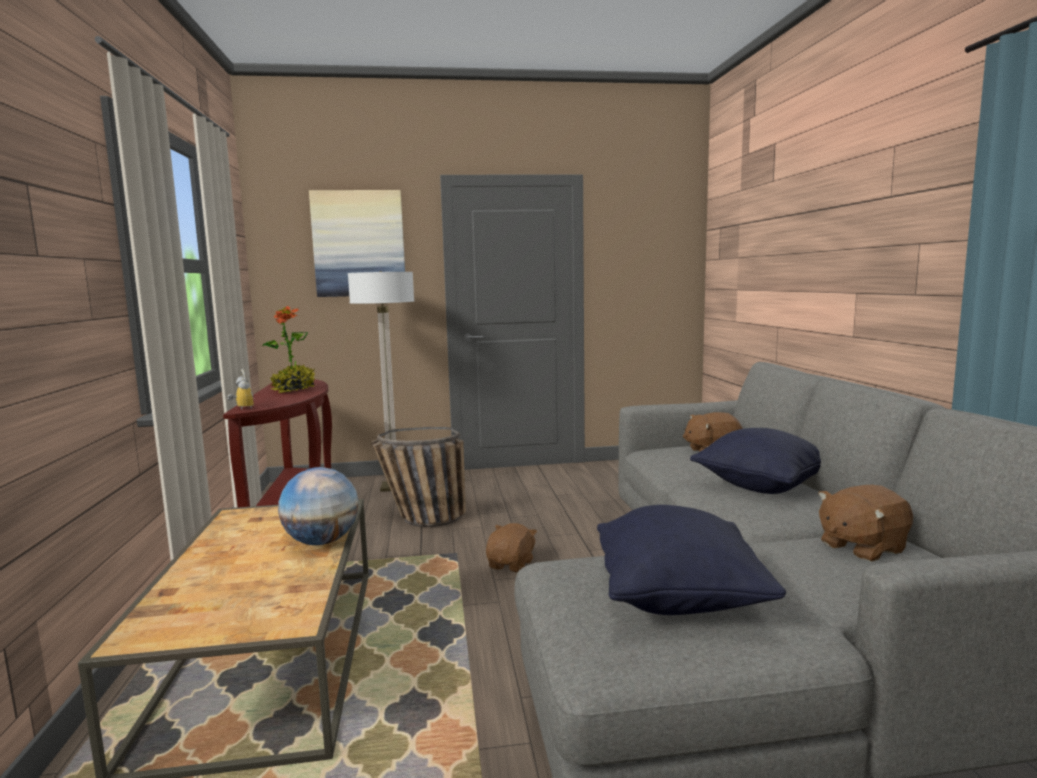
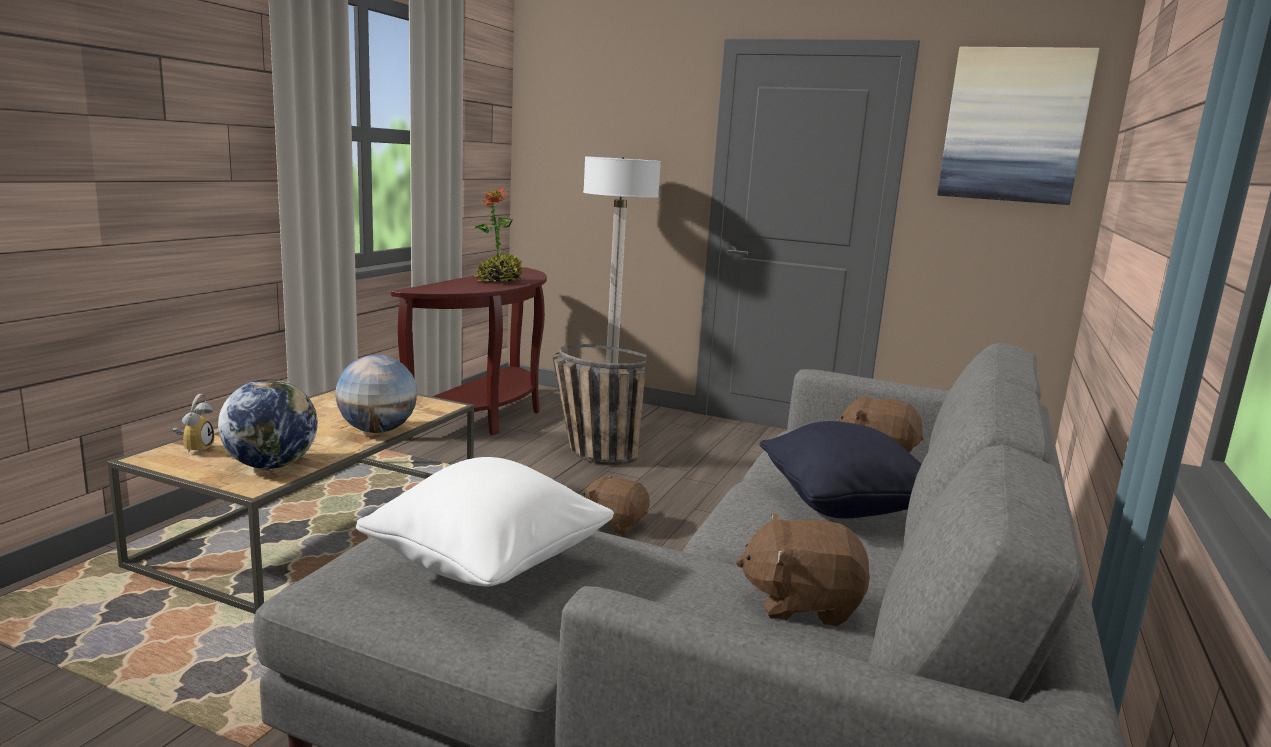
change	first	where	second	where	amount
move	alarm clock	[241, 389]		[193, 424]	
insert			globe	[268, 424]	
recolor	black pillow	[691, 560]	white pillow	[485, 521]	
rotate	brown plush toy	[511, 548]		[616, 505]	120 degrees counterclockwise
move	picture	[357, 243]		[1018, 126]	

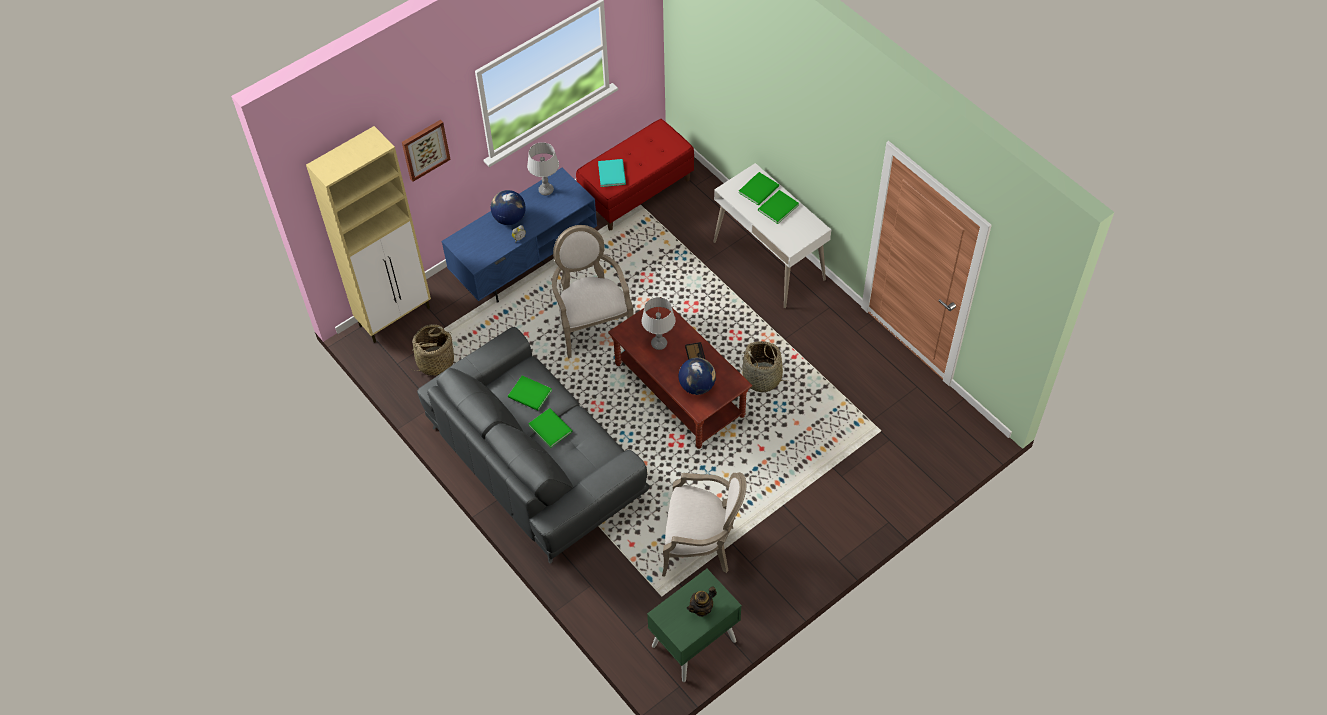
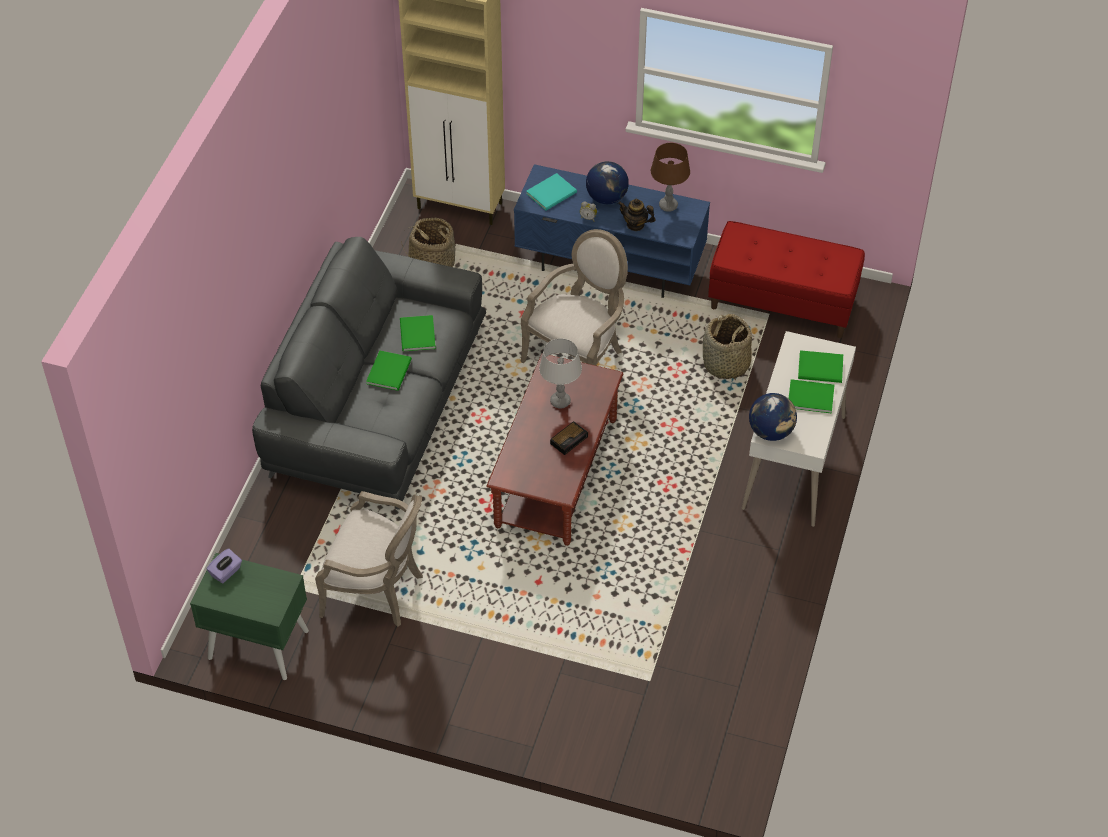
change	first	where	second	where	amount
insert			purple tissue box	[224, 565]	
rotate	armchair	[704, 524]		[369, 559]	45 degrees counterclockwise
move	turquoise book	[612, 173]		[551, 191]	
move	teapot	[702, 601]		[636, 214]	
recolor	grey table lamp	[543, 169]	brown table lamp	[670, 177]	
move	basket	[764, 366]		[727, 347]	
move	globe	[697, 376]		[773, 417]	
delete	picture	[426, 151]			

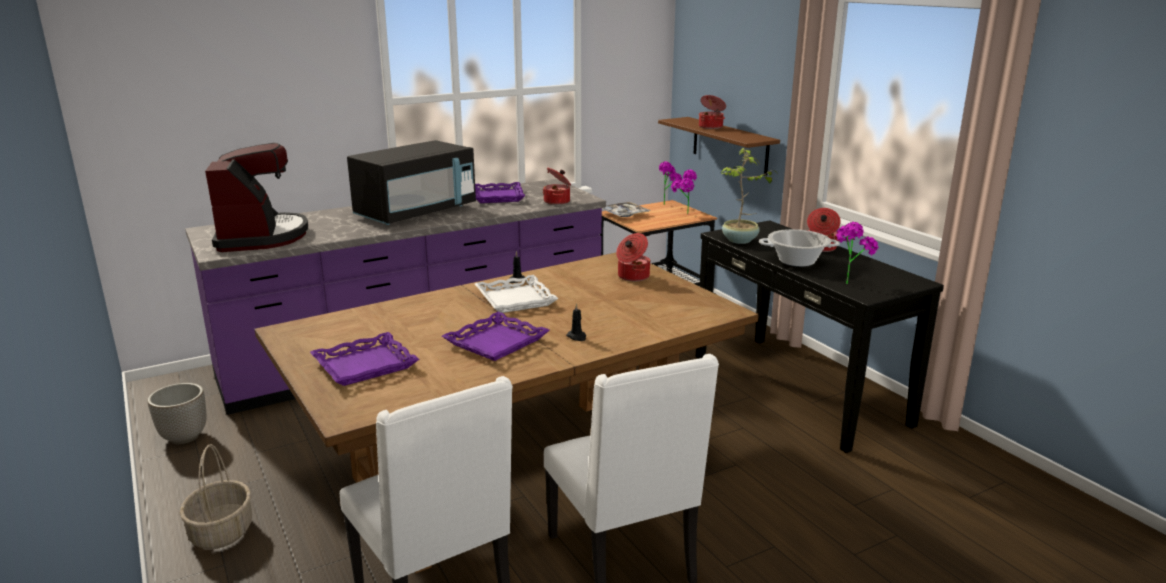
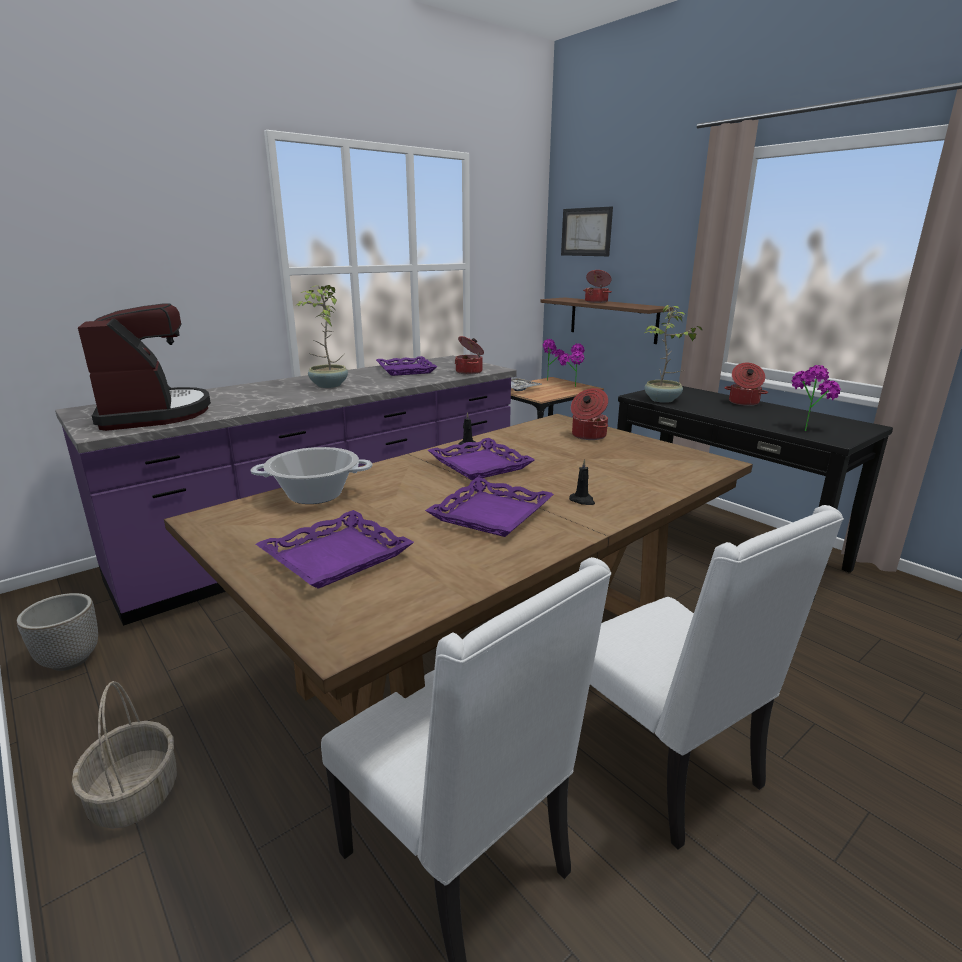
change	first	where	second	where	amount
move	cooking pot	[799, 248]		[312, 475]	
replace	black microwave	[411, 182]	potted plant	[322, 336]	
recolor	white tray	[516, 294]	purple tray	[481, 459]	
insert			picture	[587, 231]	

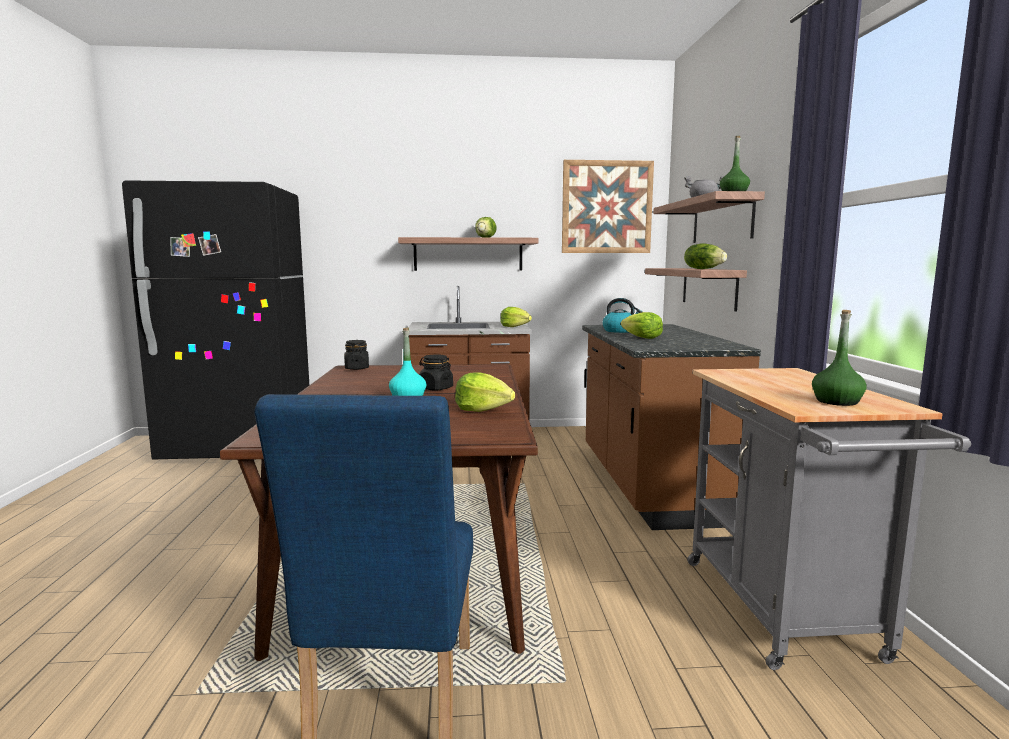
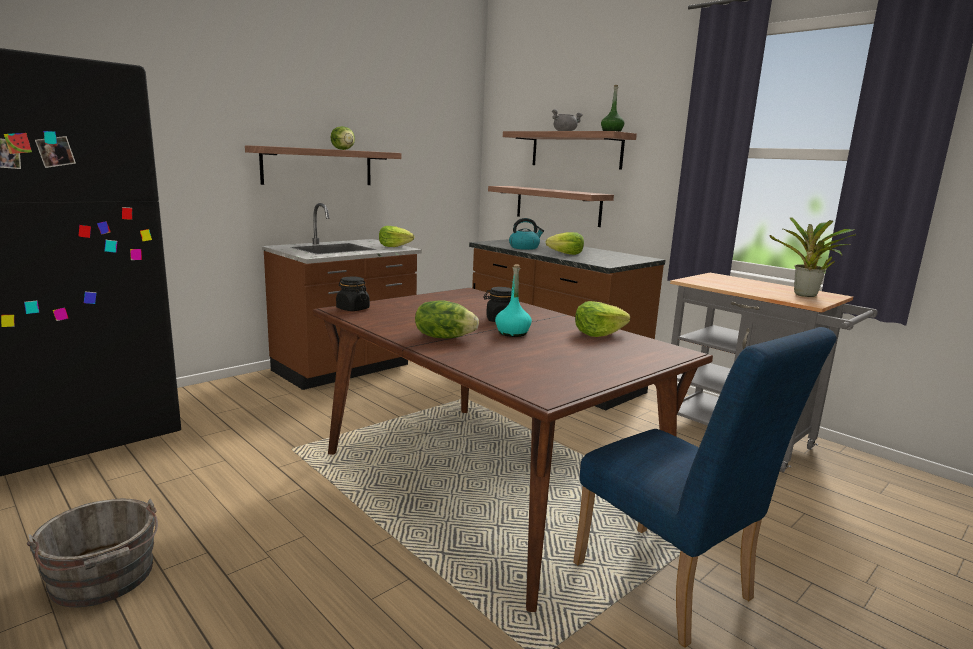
change	first	where	second	where	amount
insert			grey bucket	[92, 552]	
move	lettuce	[705, 256]		[447, 319]	
replace	green bottle	[839, 358]	potted plant	[812, 257]	
delete	picture	[608, 206]			

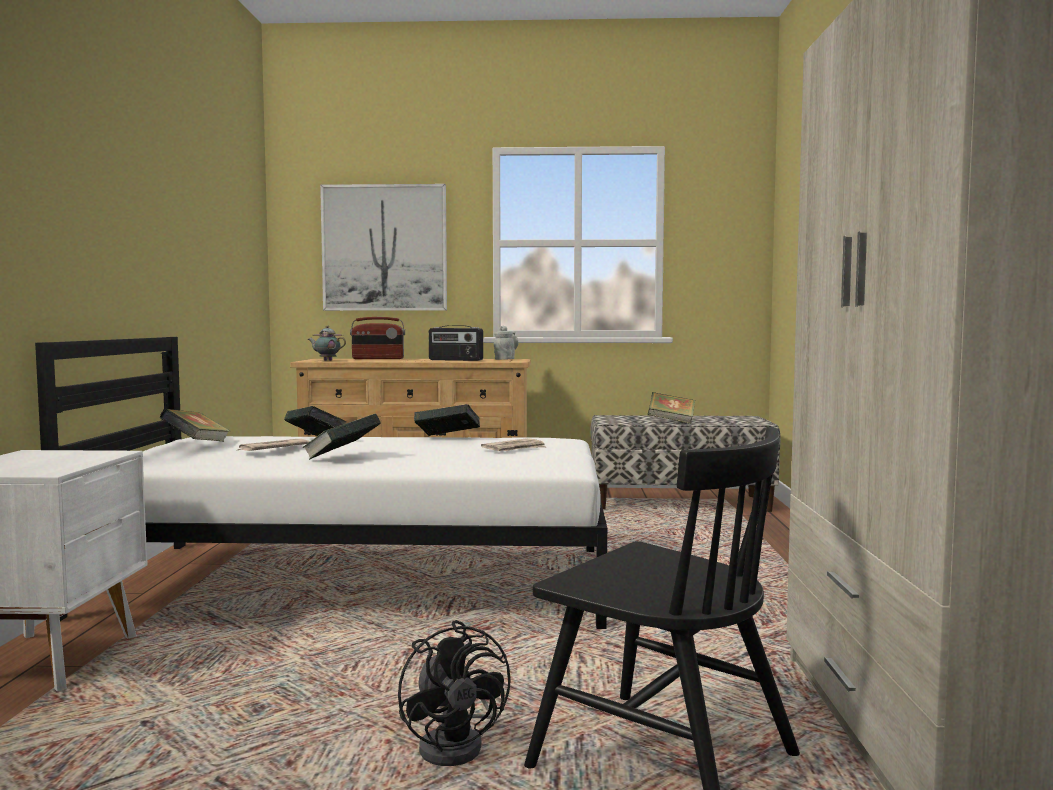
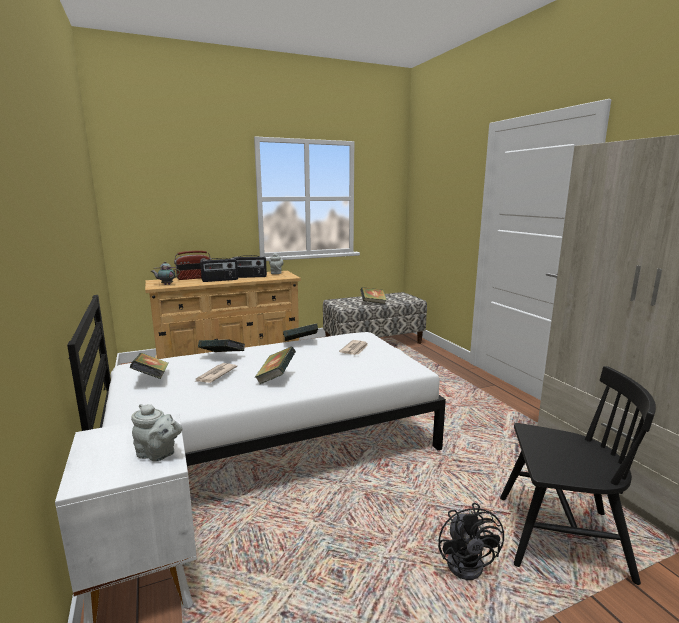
change	first	where	second	where	amount
insert			grey teapot	[157, 432]	
insert			radio	[219, 270]	
rotate	black fan	[454, 693]		[471, 541]	45 degrees clockwise
delete	picture	[383, 247]			

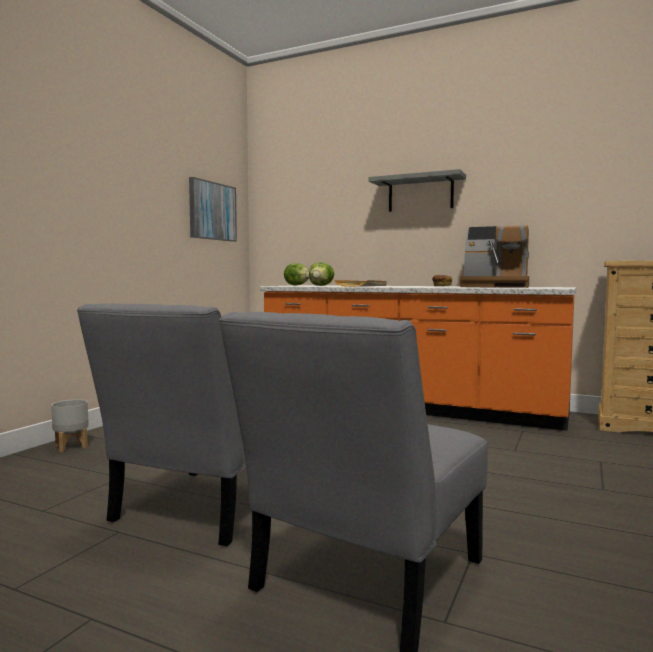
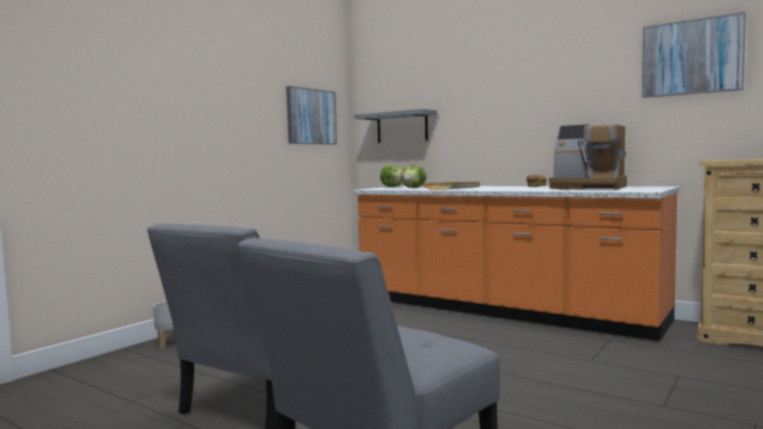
change	first	where	second	where	amount
move	grey shelf	[417, 190]		[395, 126]	
insert			picture	[694, 55]	

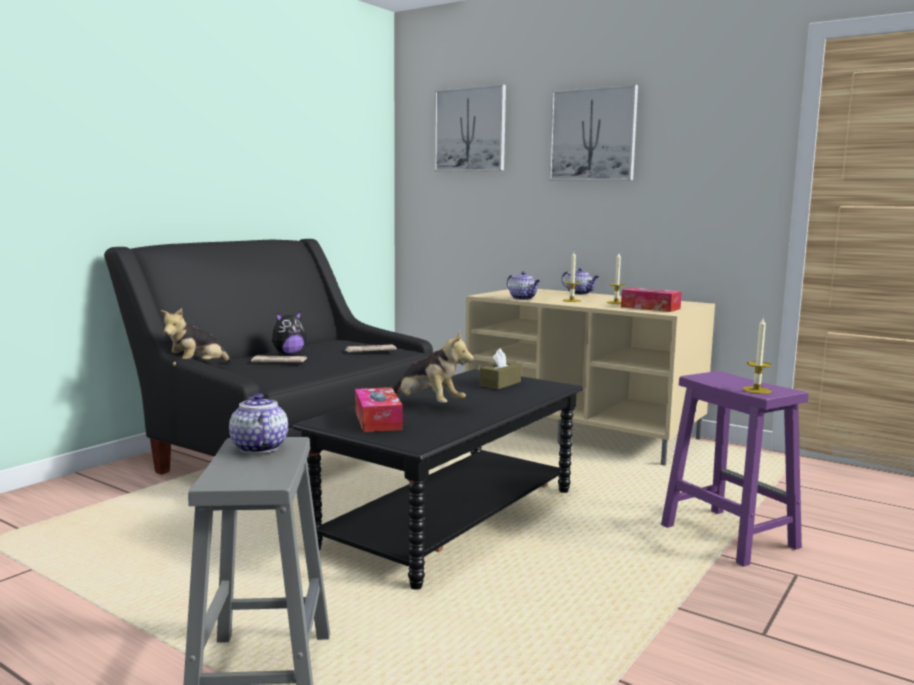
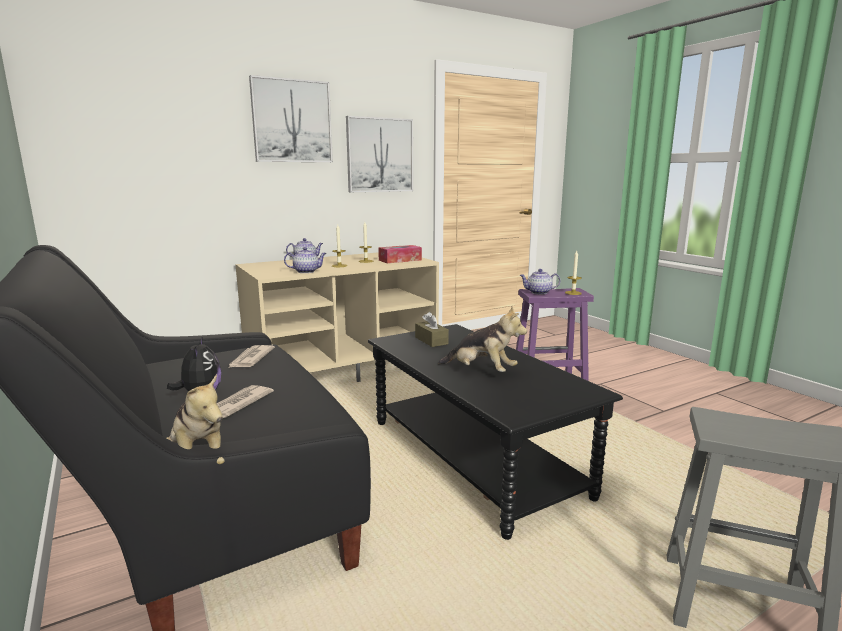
change	first	where	second	where	amount
move	picture	[470, 128]		[379, 154]	
rotate	plush toy	[433, 366]		[482, 339]	60 degrees clockwise
move	teapot	[258, 423]		[540, 281]	
delete	tissue box	[379, 409]			

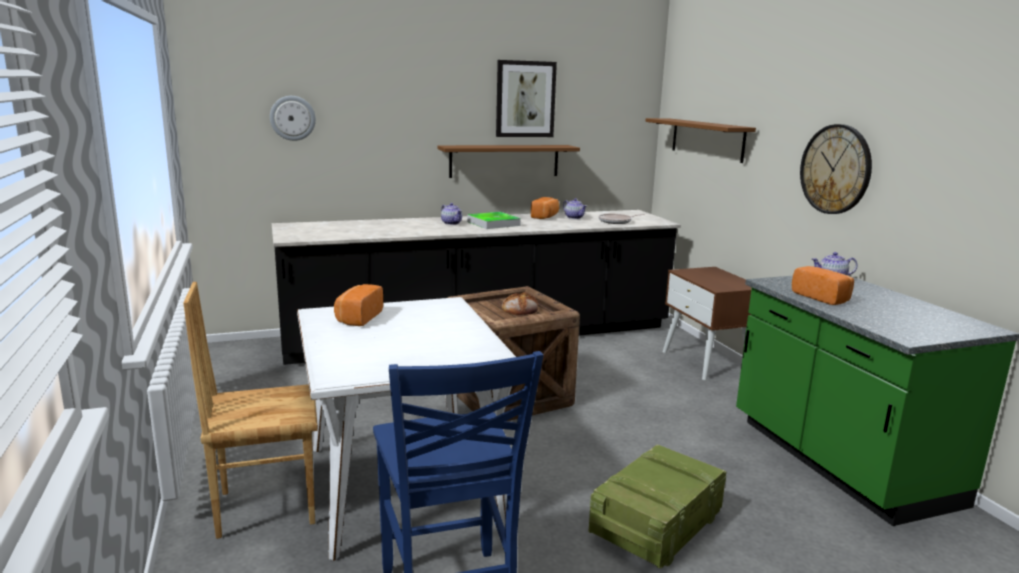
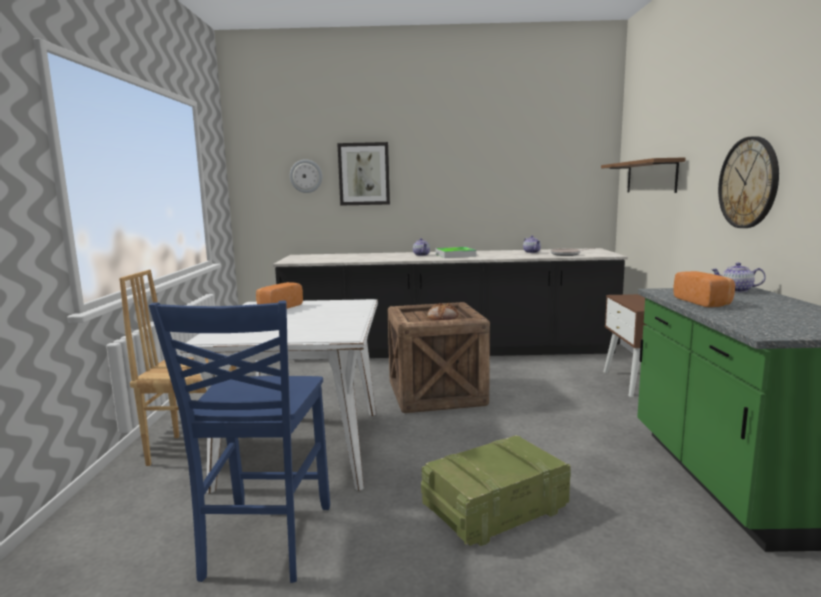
change	first	where	second	where	amount
move	picture	[526, 98]		[363, 174]	
delete	brown shelf	[508, 161]			
delete	bread	[545, 208]			

